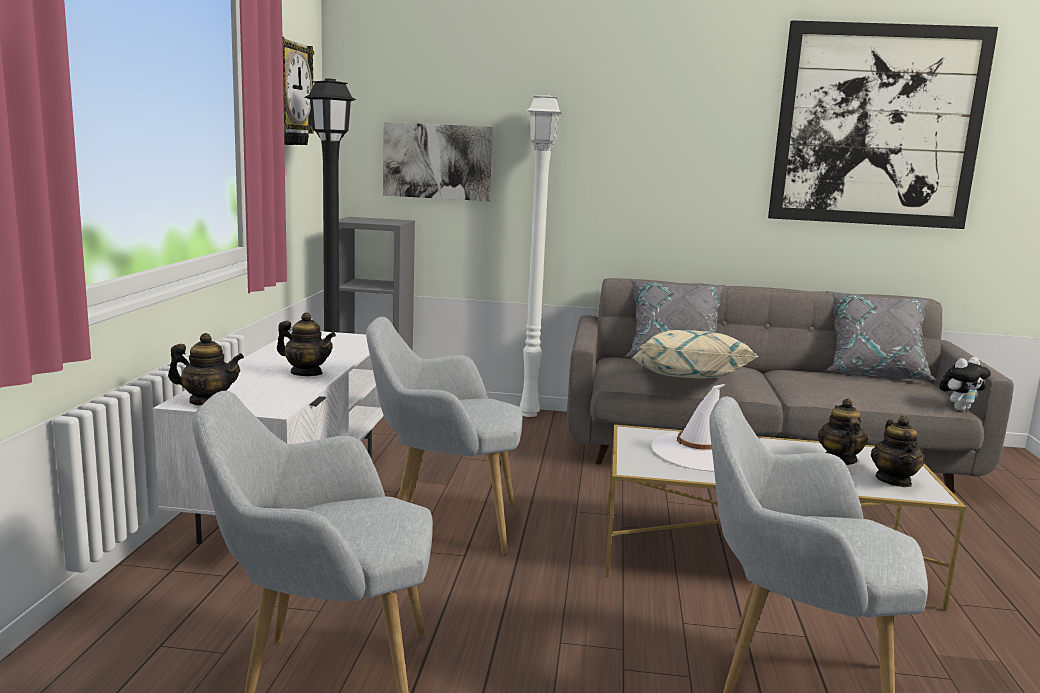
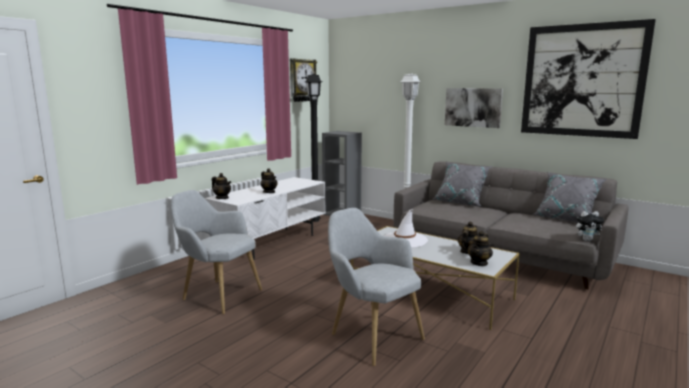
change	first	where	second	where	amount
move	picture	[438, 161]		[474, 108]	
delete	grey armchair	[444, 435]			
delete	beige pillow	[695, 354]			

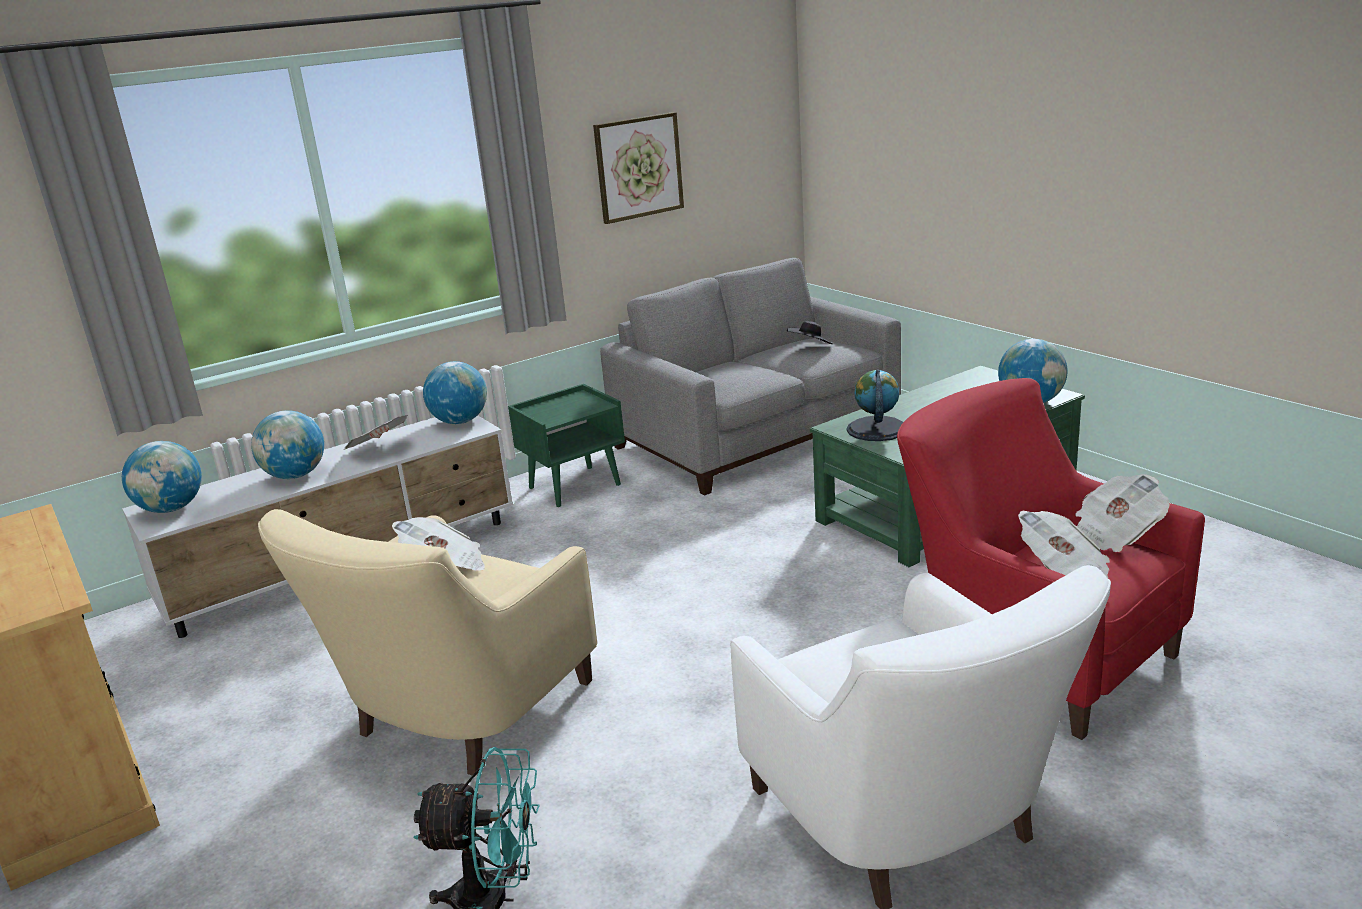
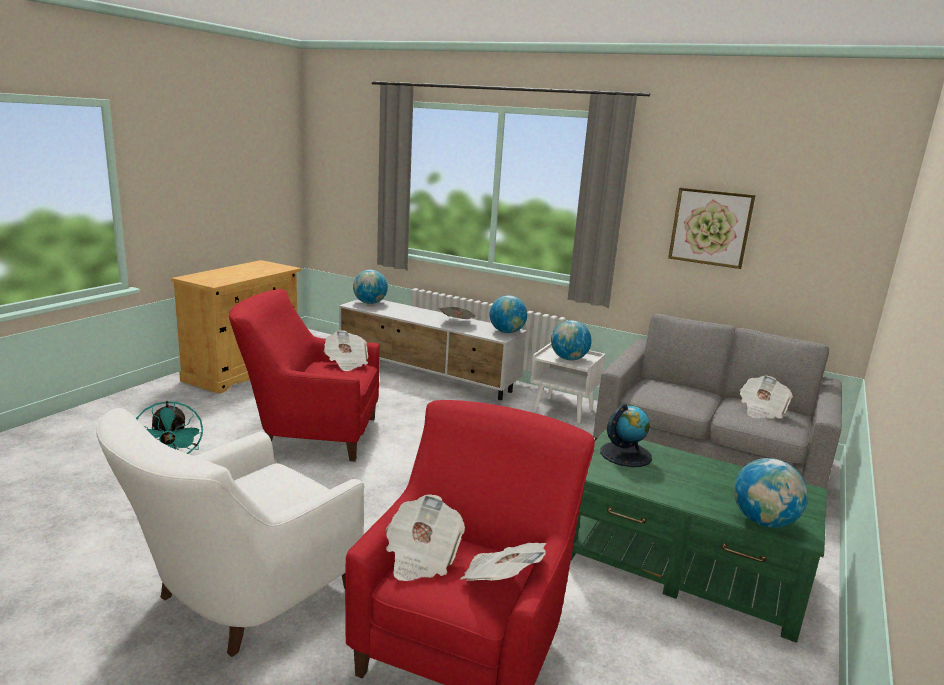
change	first	where	second	where	amount
recolor	beige armchair	[427, 642]	red armchair	[304, 375]	
recolor	green nightstand	[566, 445]	white nightstand	[568, 383]	
move	globe	[287, 444]		[571, 340]	
replace	black hat	[809, 332]	newspaper	[766, 397]	

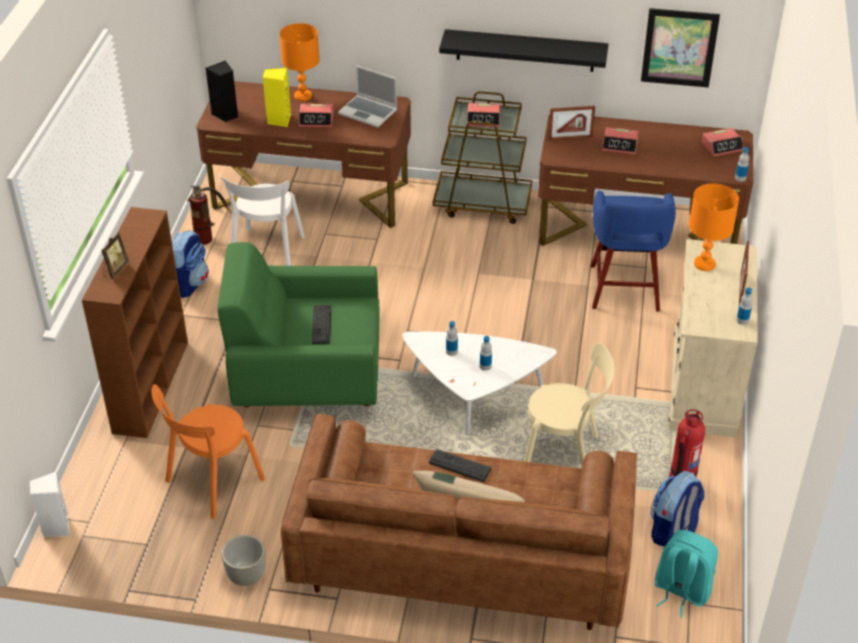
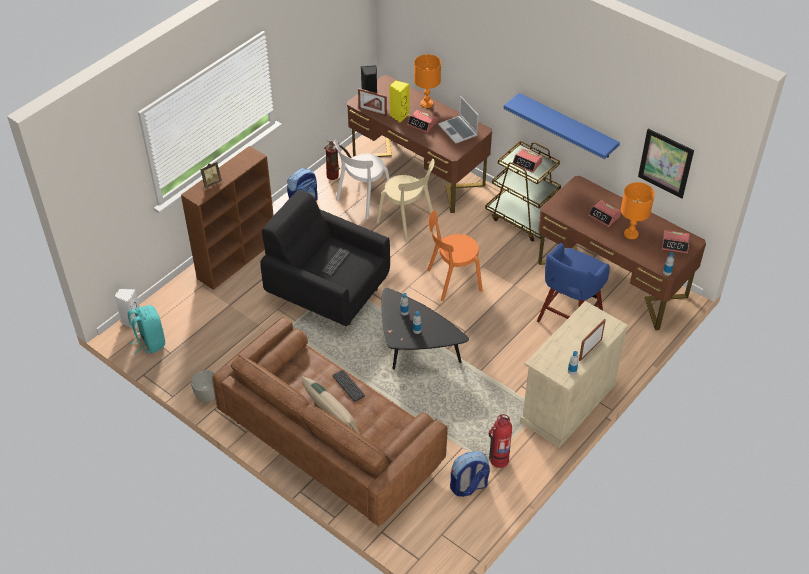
change	first	where	second	where	amount
move	turquoise backpack	[686, 573]		[146, 329]	
recolor	green armchair	[299, 324]	black armchair	[325, 258]	
move	picture frame	[571, 123]		[372, 102]	
move	beige chair	[569, 405]		[405, 200]	
recolor	white coffee table	[479, 382]	black coffee table	[425, 328]	
move	orange chair	[208, 451]		[455, 255]	
recolor	black shelf	[523, 50]	blue shelf	[562, 126]	
move	orange table lamp	[714, 227]		[638, 210]	

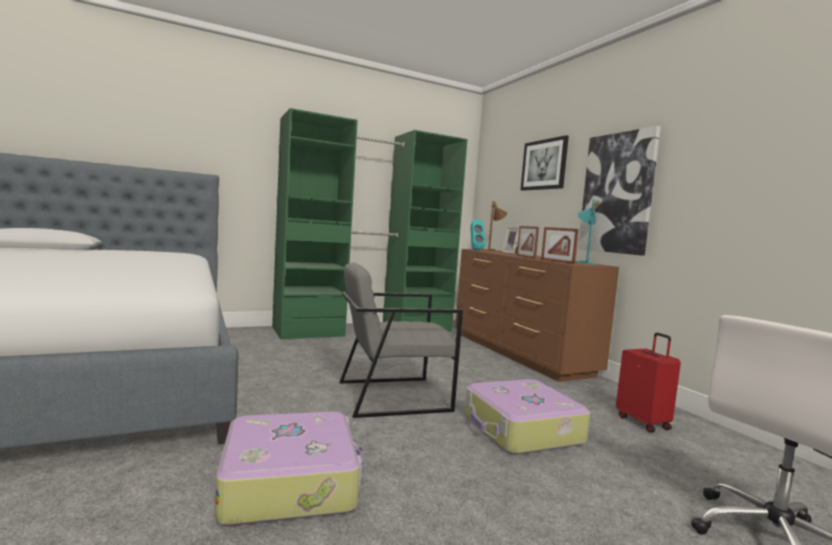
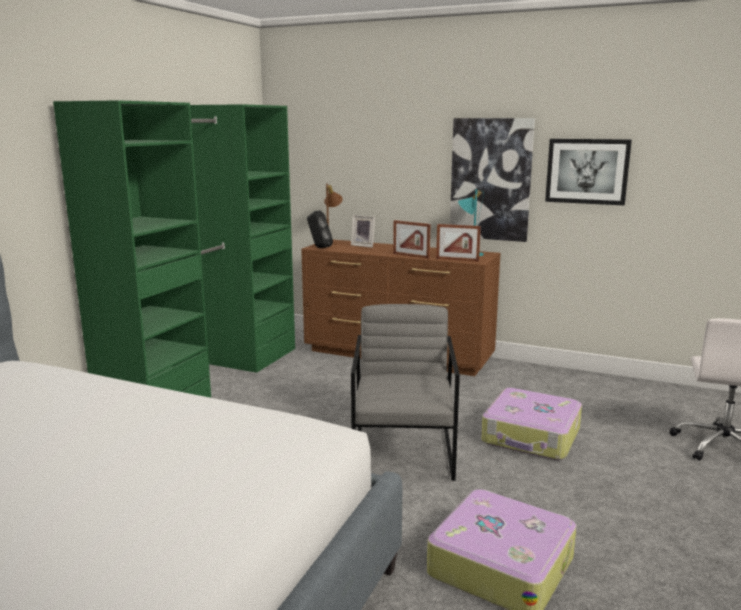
change	first	where	second	where	amount
recolor	turquoise speaker	[477, 235]	black speaker	[320, 229]	
rotate	grey armchair	[401, 340]		[405, 392]	150 degrees clockwise
move	picture	[544, 163]		[588, 172]	
delete	red suitcase	[648, 383]			

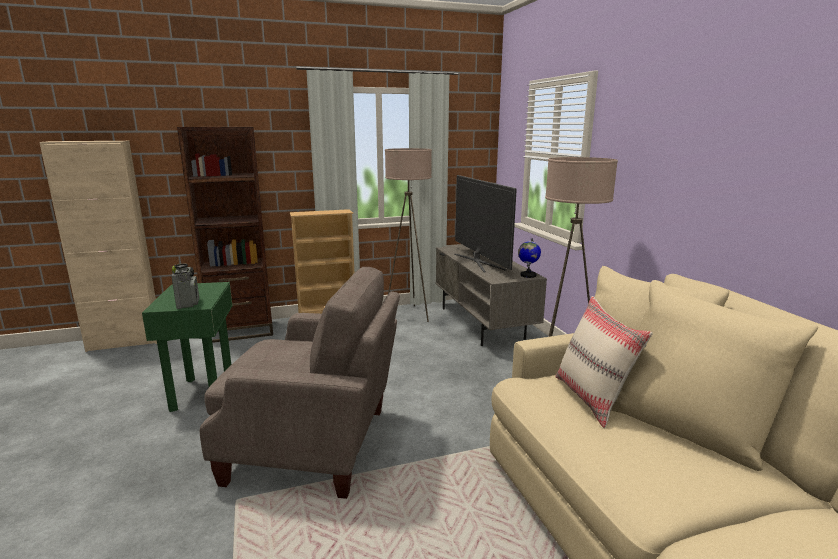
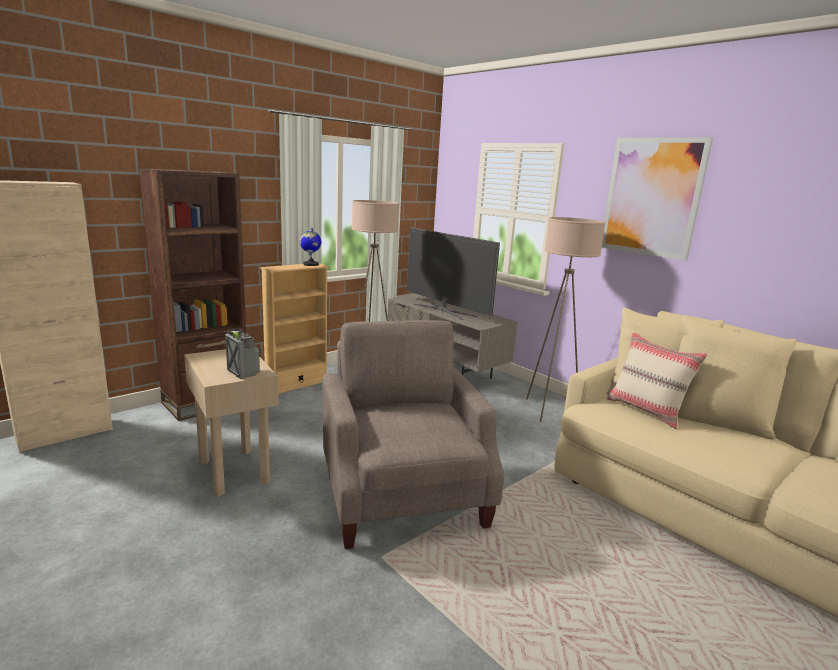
change	first	where	second	where	amount
recolor	green side table	[187, 347]	beige side table	[231, 423]	
move	globe	[529, 258]		[310, 247]	
rotate	beige armchair	[300, 383]		[413, 434]	90 degrees counterclockwise
insert			picture	[657, 199]	

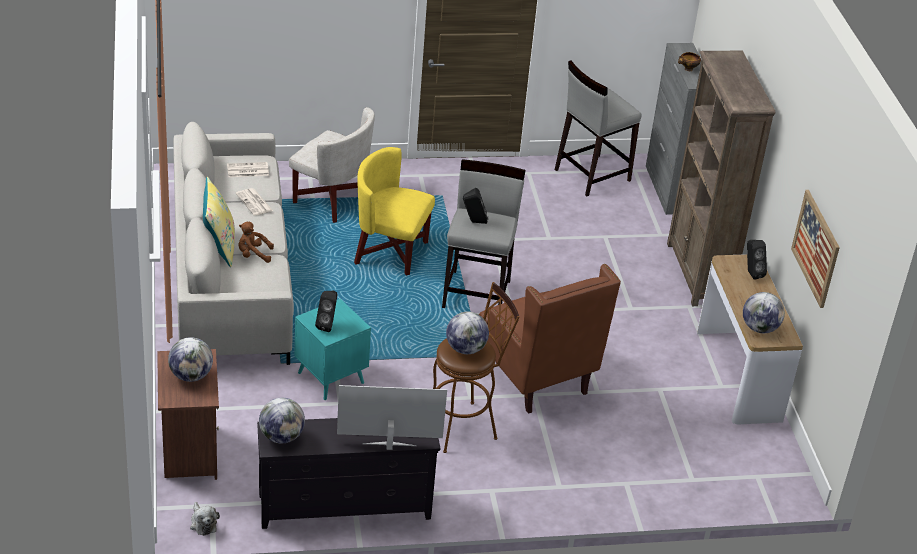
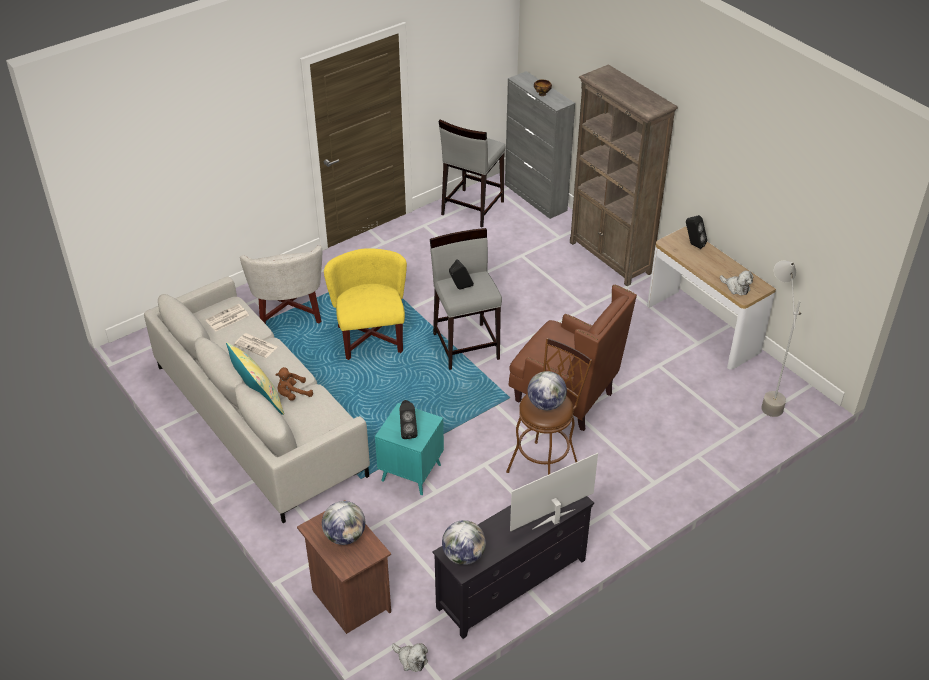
change	first	where	second	where	amount
rotate	white armchair	[332, 165]		[281, 285]	75 degrees clockwise
rotate	yellow armchair	[394, 211]		[365, 304]	90 degrees clockwise
replace	globe	[764, 312]	plush toy	[736, 283]	
insert			grey floor lamp	[781, 338]	
delete	picture	[815, 249]			

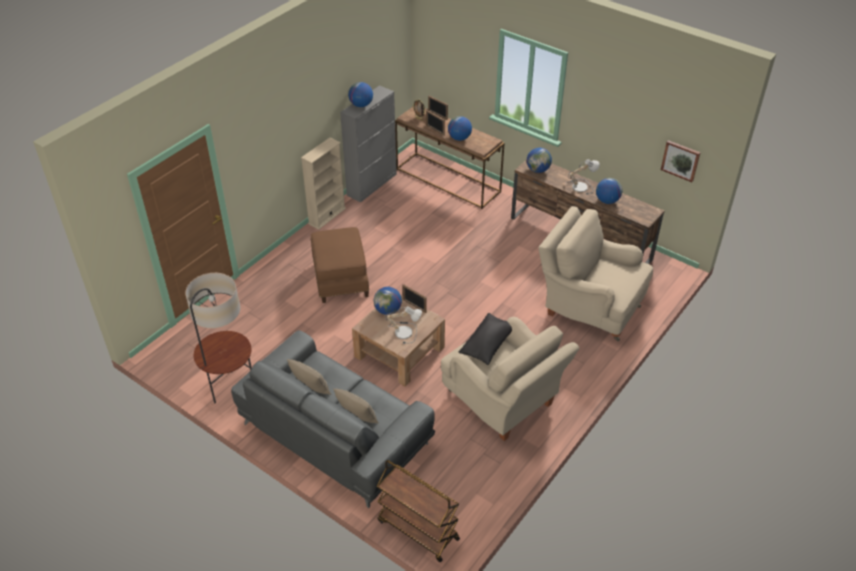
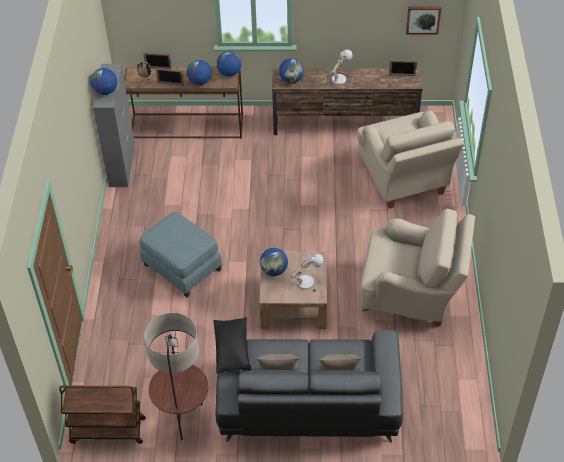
change	first	where	second	where	amount
move	brown cart	[418, 511]		[102, 415]	
recolor	brown ottoman	[340, 265]	blue ottoman	[180, 255]	
move	black pillow	[485, 339]		[232, 345]	
move	globe	[609, 191]		[229, 63]	
rotate	beige armchair	[596, 273]		[410, 159]	105 degrees counterclockwise
move	picture frame	[414, 298]		[403, 68]	
delete	beige bookcase	[323, 183]			

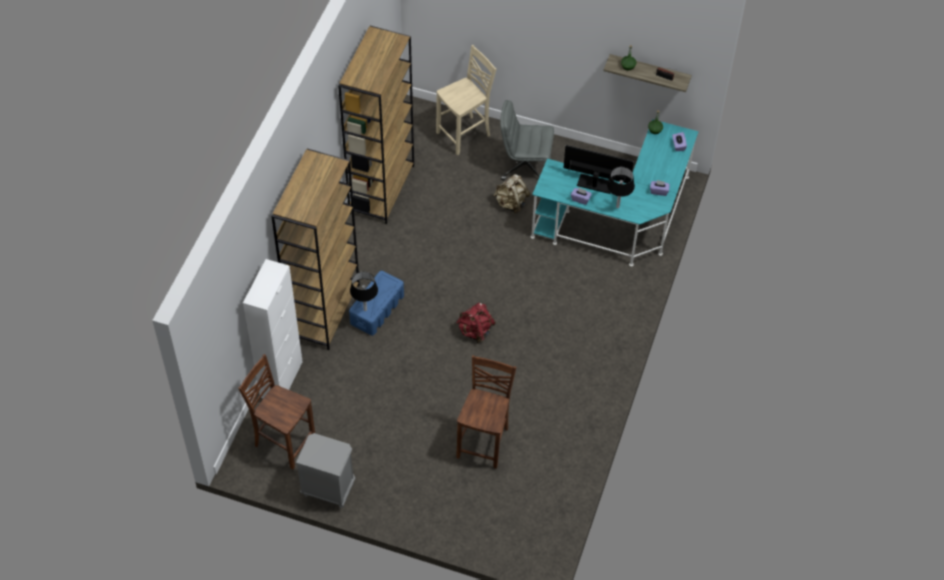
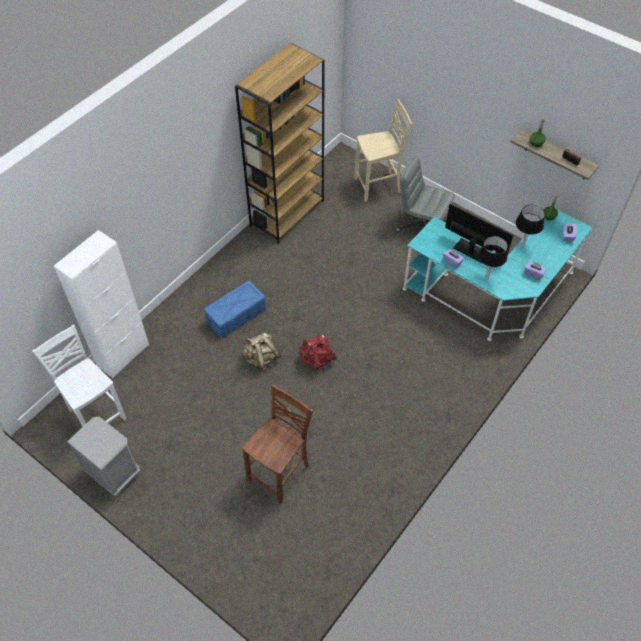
change	first	where	second	where	amount
recolor	brown chair	[276, 411]	white chair	[79, 375]	
move	beige backpack	[511, 194]		[262, 351]	
move	black table lamp	[364, 291]		[530, 226]	
delete	brown bookcase	[315, 249]			

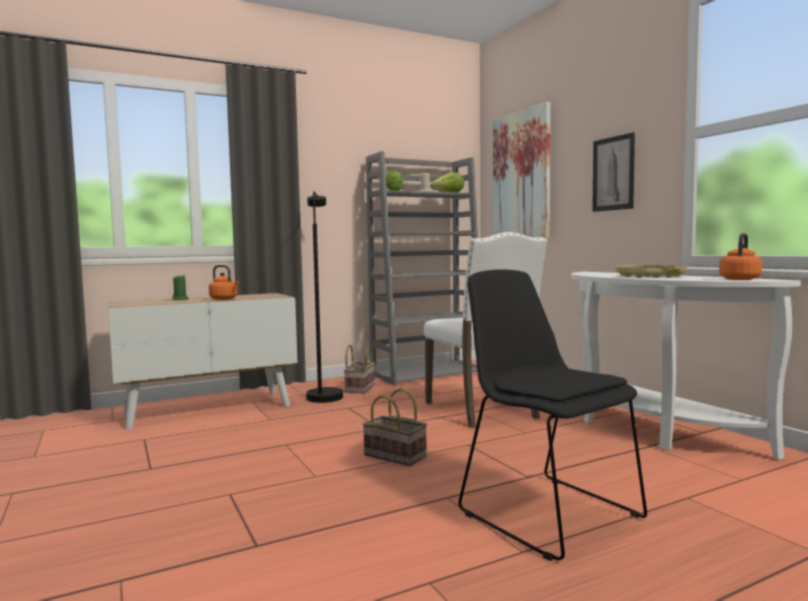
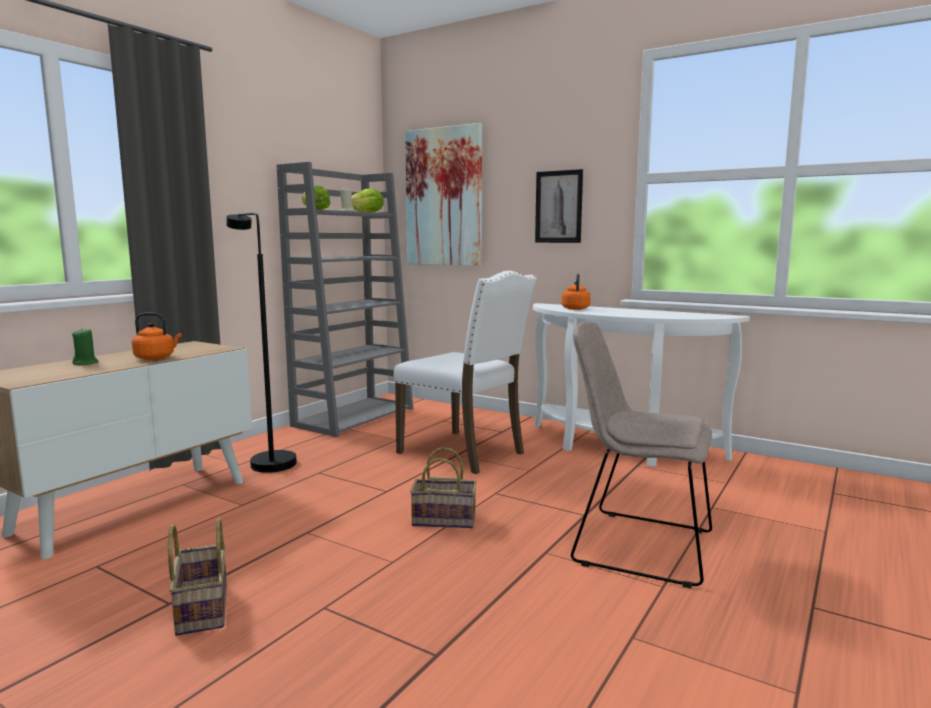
change	first	where	second	where	amount
move	basket	[359, 369]		[197, 577]	
move	orange kettle	[740, 256]		[576, 291]	
recolor	black chair	[552, 415]	beige chair	[641, 455]	
delete	yellow tray	[651, 271]			

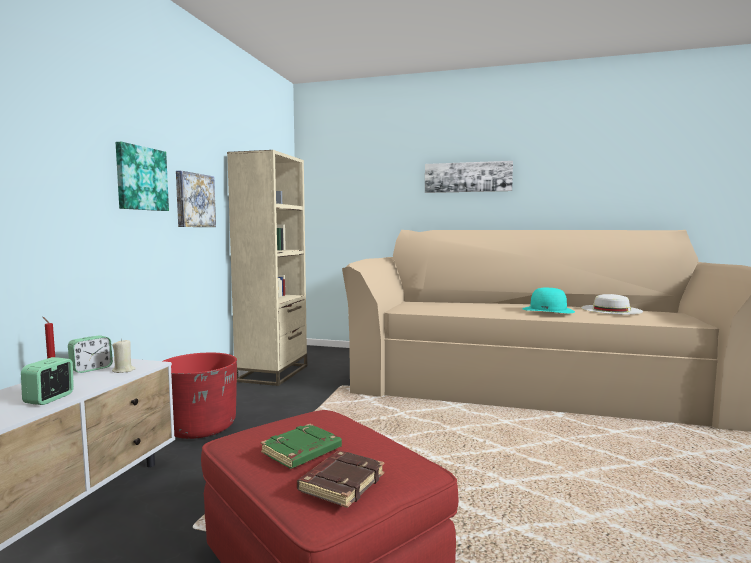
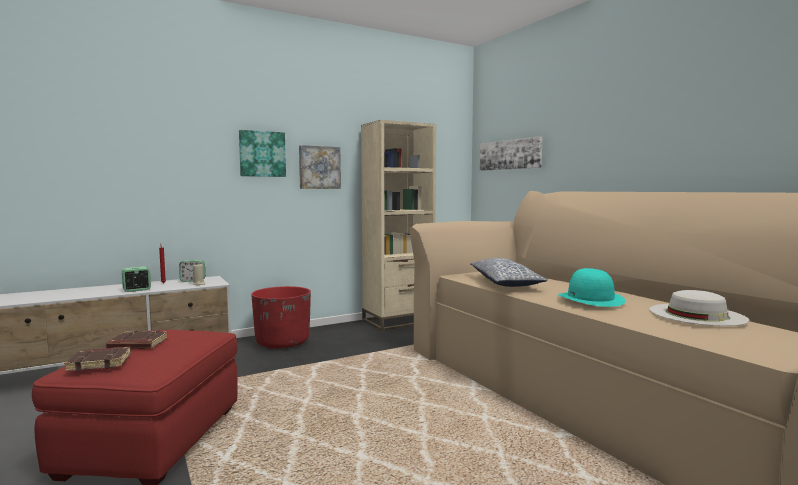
change	first	where	second	where	amount
recolor	green book	[301, 446]	brown book	[137, 339]	
insert			pillow	[509, 272]	
move	picture	[469, 177]		[511, 153]	

